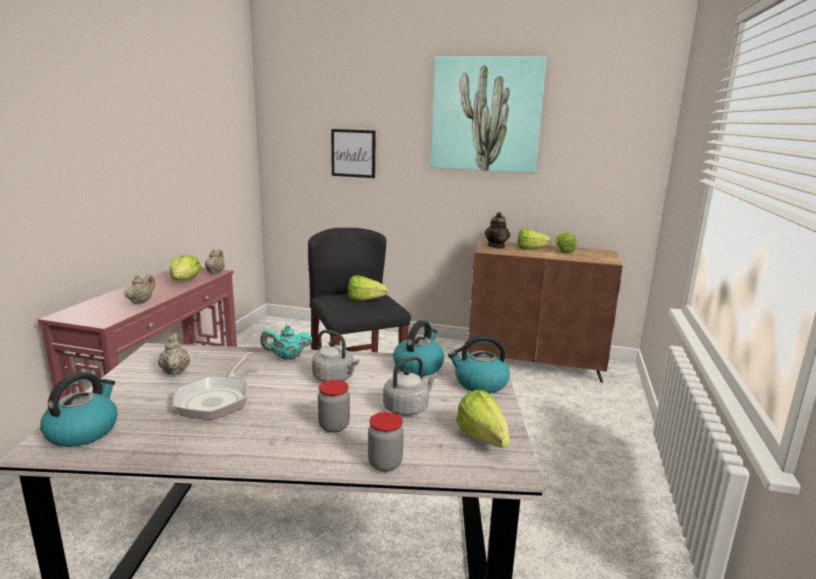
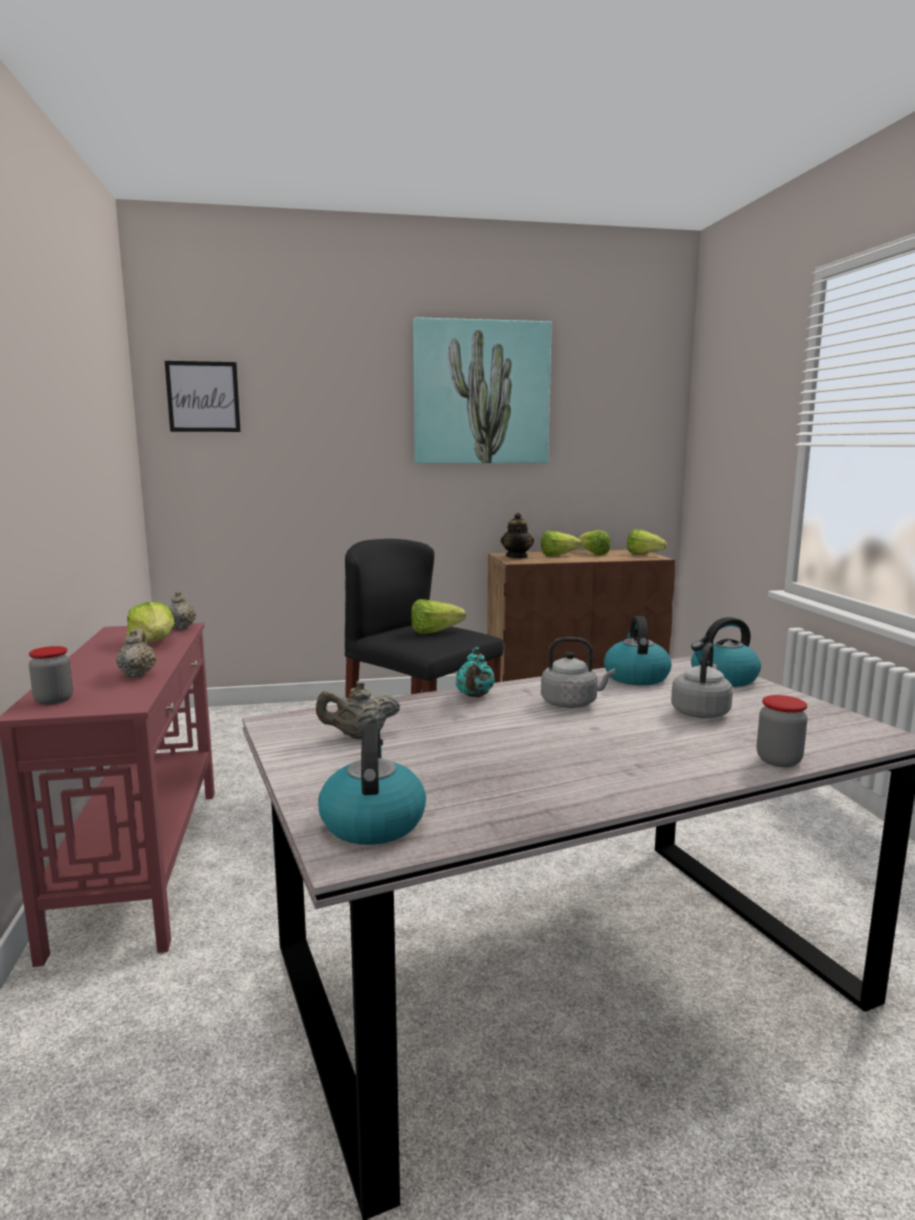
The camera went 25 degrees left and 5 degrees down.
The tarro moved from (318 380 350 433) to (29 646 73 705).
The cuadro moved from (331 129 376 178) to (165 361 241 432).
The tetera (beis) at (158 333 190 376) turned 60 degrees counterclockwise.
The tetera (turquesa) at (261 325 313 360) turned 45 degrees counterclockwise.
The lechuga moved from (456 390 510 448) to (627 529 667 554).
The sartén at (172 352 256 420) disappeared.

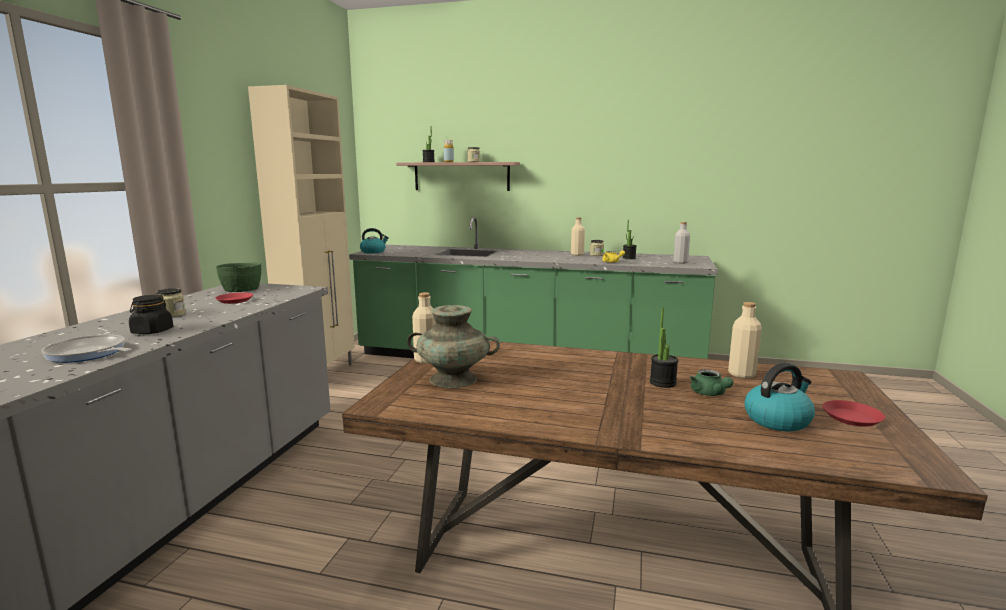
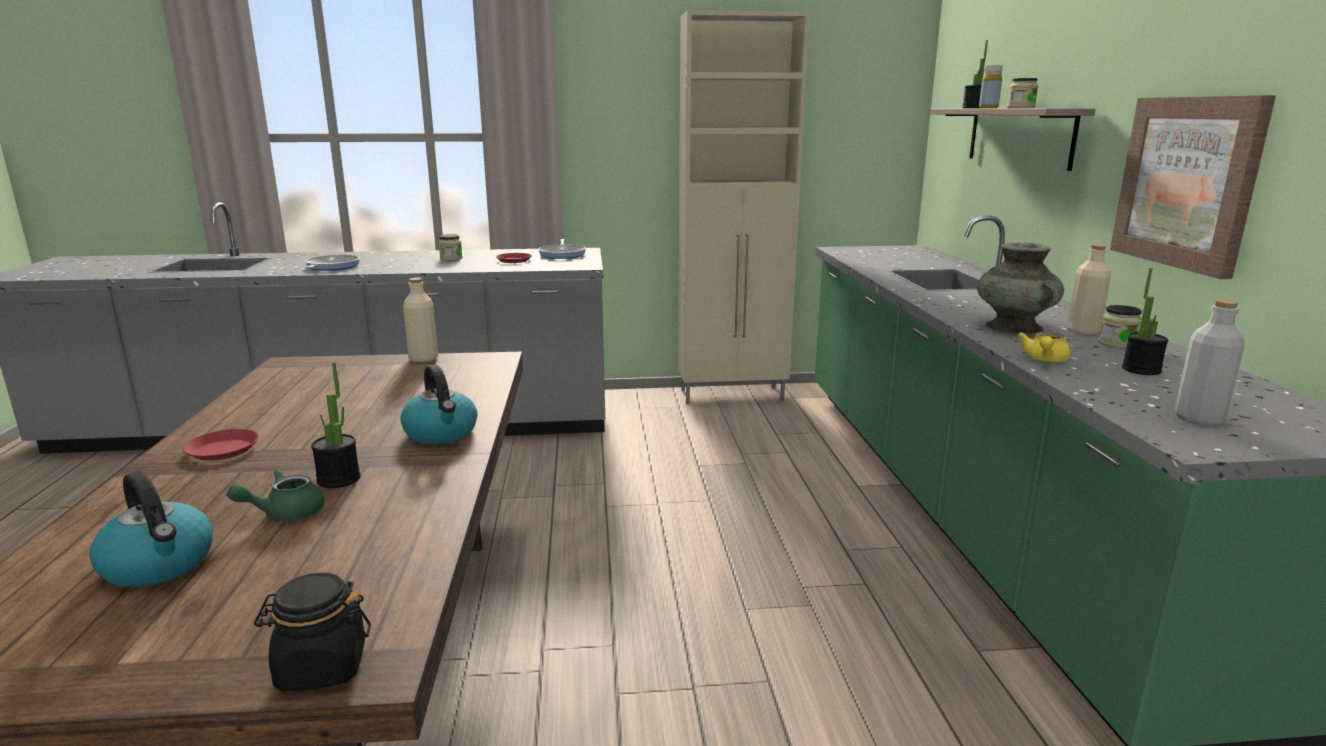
The camera went 70 degrees right and 5 degrees up.
The plato (rojo) moved from (822 400 885 427) to (183 429 259 461).
The tarro (negro) moved from (129 295 173 334) to (254 573 371 692).
The hervidor moved from (360 228 389 253) to (401 365 477 444).
The cuenco (verde) at (216 262 261 292) was replaced by the sartén at (538 239 586 259).
The florero (turquesa) moved from (407 305 500 388) to (977 242 1064 335).
The cuadro at (1110 95 1276 279) appeared.
The botella (beis) at (728 302 762 379) disappeared.

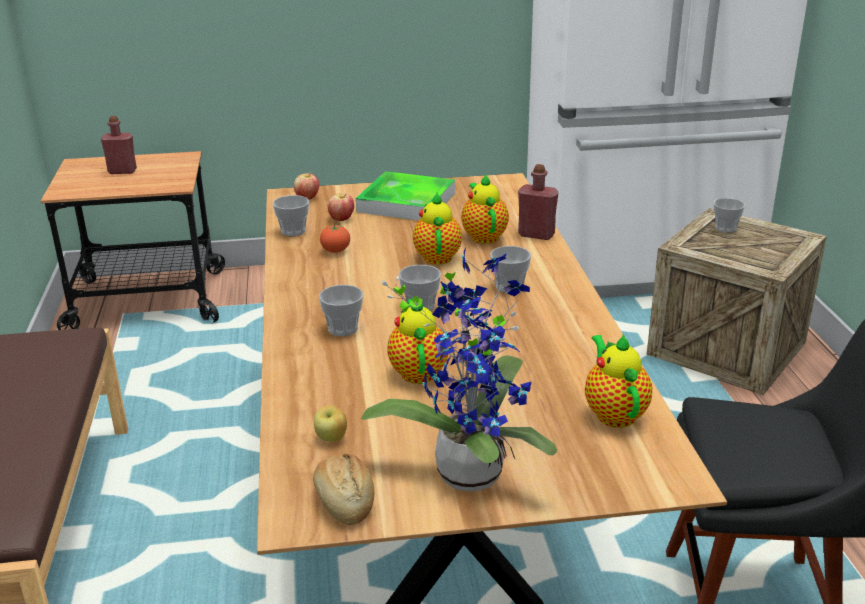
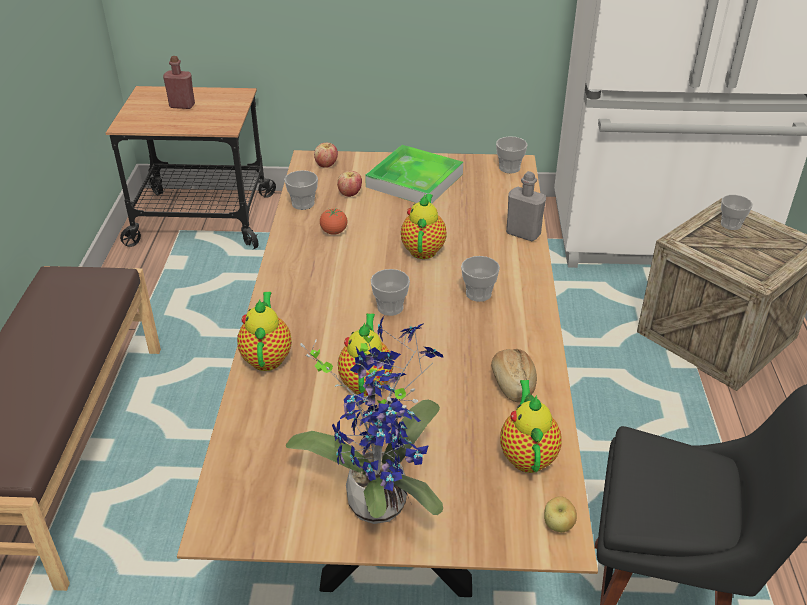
The camera went 10 degrees right and 10 degrees up.
The tetera moved from (461 173 509 244) to (237 292 292 371).
The pan moved from (313 453 375 525) to (491 349 537 402).
The taza moved from (319 285 363 336) to (496 136 527 173).
The botella (rojo) at (518 164 558 240) became the botella (gris) at (506 171 546 241).
The manzana moved from (314 405 347 442) to (544 496 577 532).

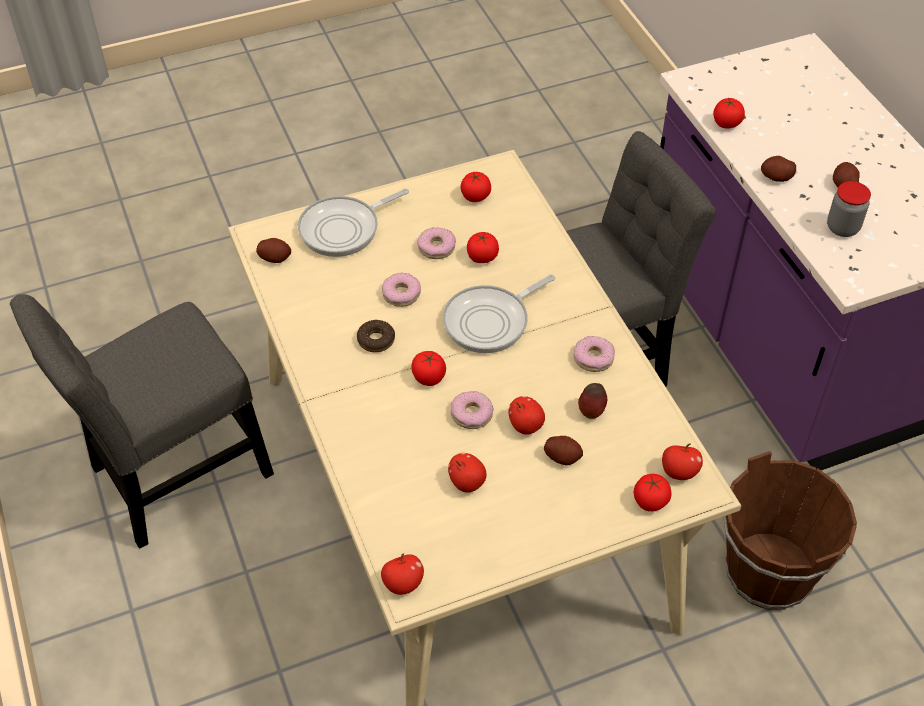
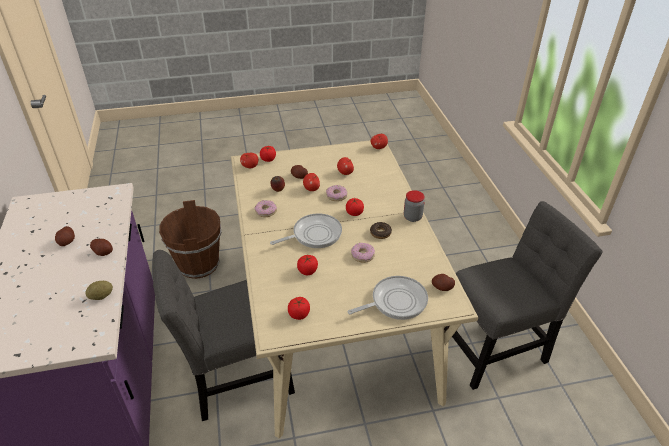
The camera went 170 degrees left and 10 degrees down.
The tomate at (713 98 745 129) was replaced by the patata at (85 281 113 300).
The tarro moved from (827 181 871 237) to (404 190 425 222).
The rosquilla at (417 227 456 259) disappeared.

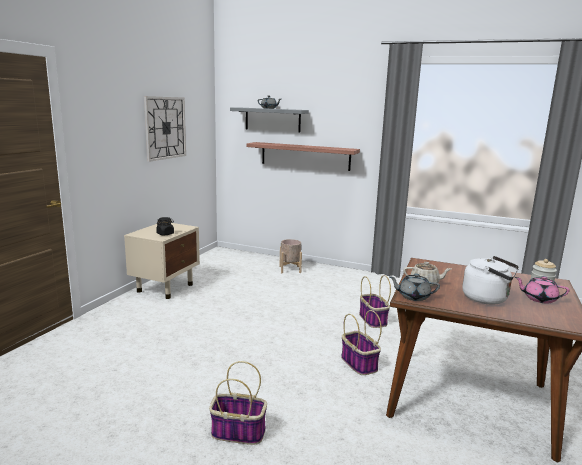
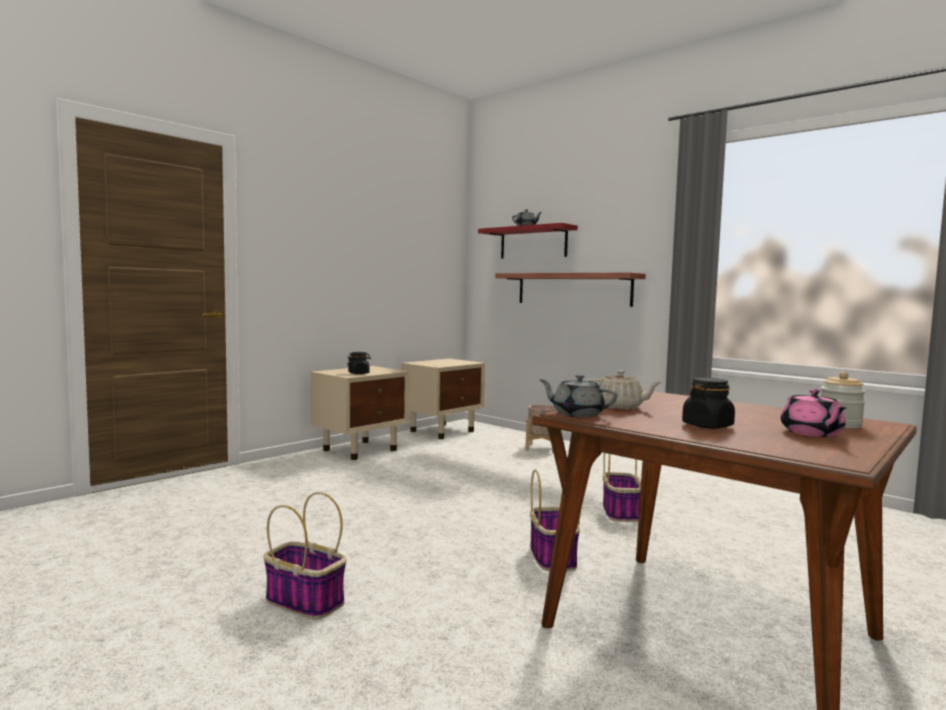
The camera went 20 degrees right and 10 degrees down.
The mesita de noche (beis) at (401 359 485 439) appeared.
The estante (gris) at (230 107 309 132) became the estante (rojo) at (478 223 578 259).
The hervidor (blanco) at (462 256 519 305) was replaced by the tarro (negro) at (682 377 735 429).
The tetera (rosa) at (515 276 569 304) turned 135 degrees counterclockwise.
The reloj de pared at (144 96 186 162) disappeared.

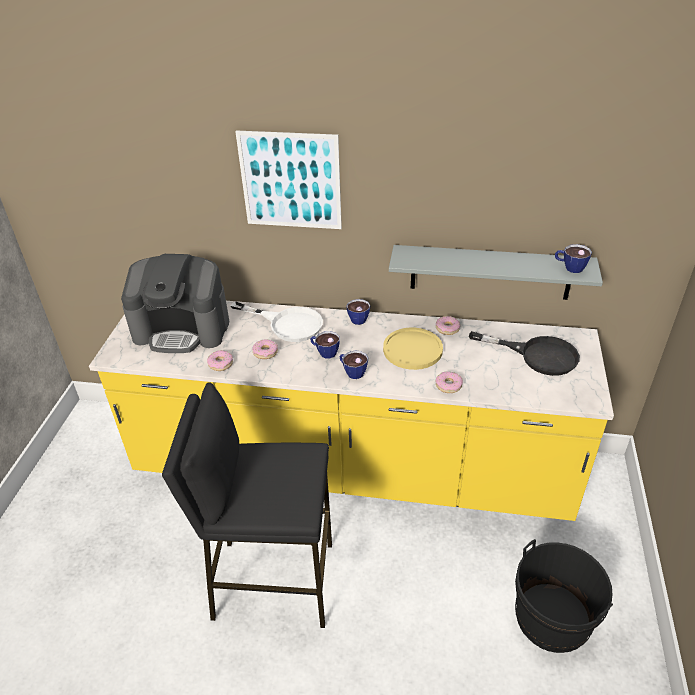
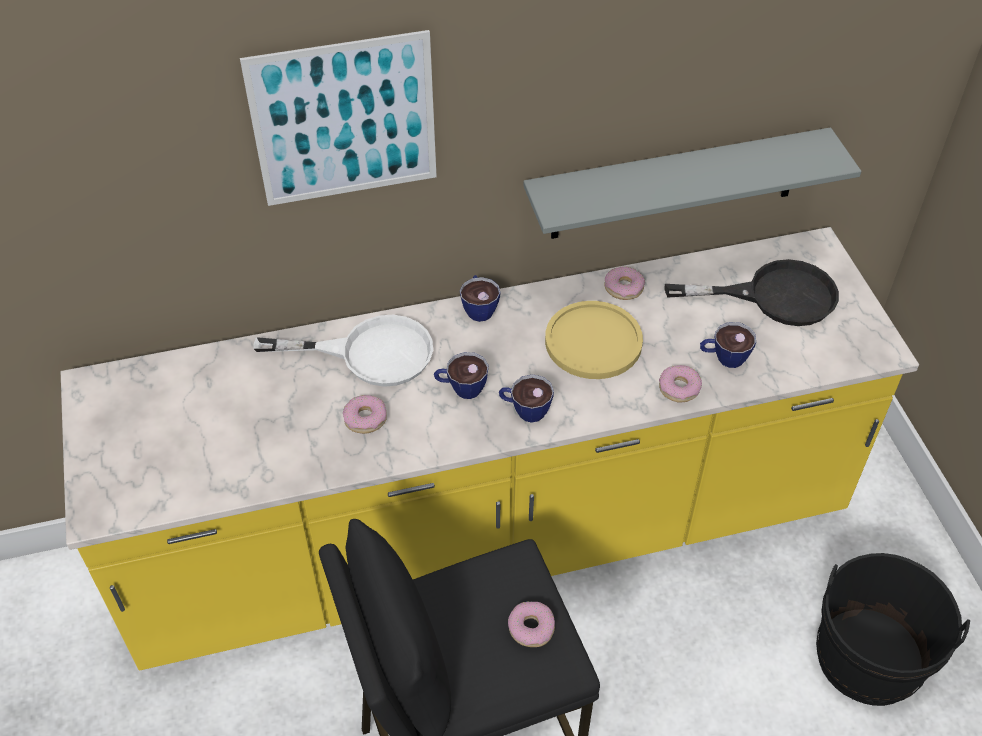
The camera went 25 degrees left and 10 degrees up.
The rosquilla moved from (207 350 233 371) to (508 601 555 647).
The taza moved from (555 244 592 273) to (700 322 756 368).
The cafetera at (121 254 229 353) disappeared.

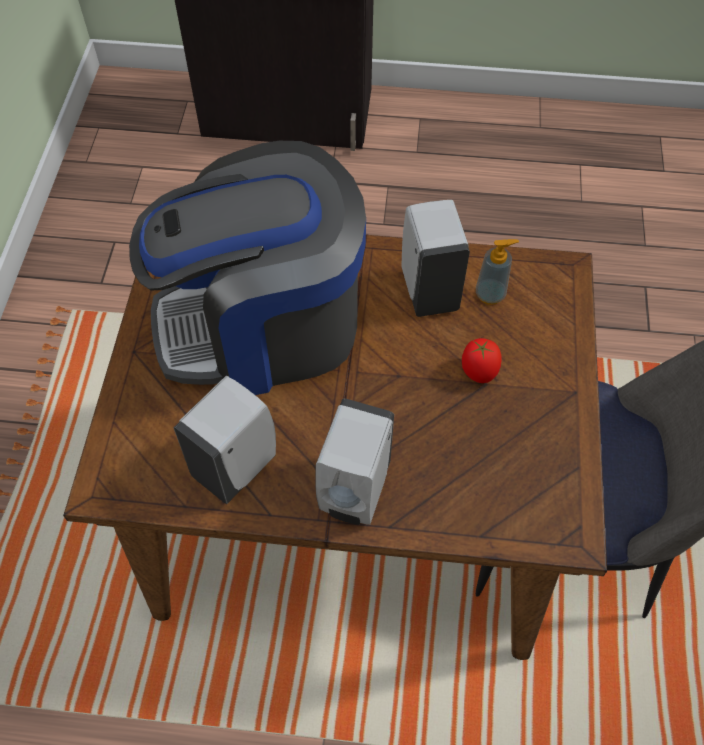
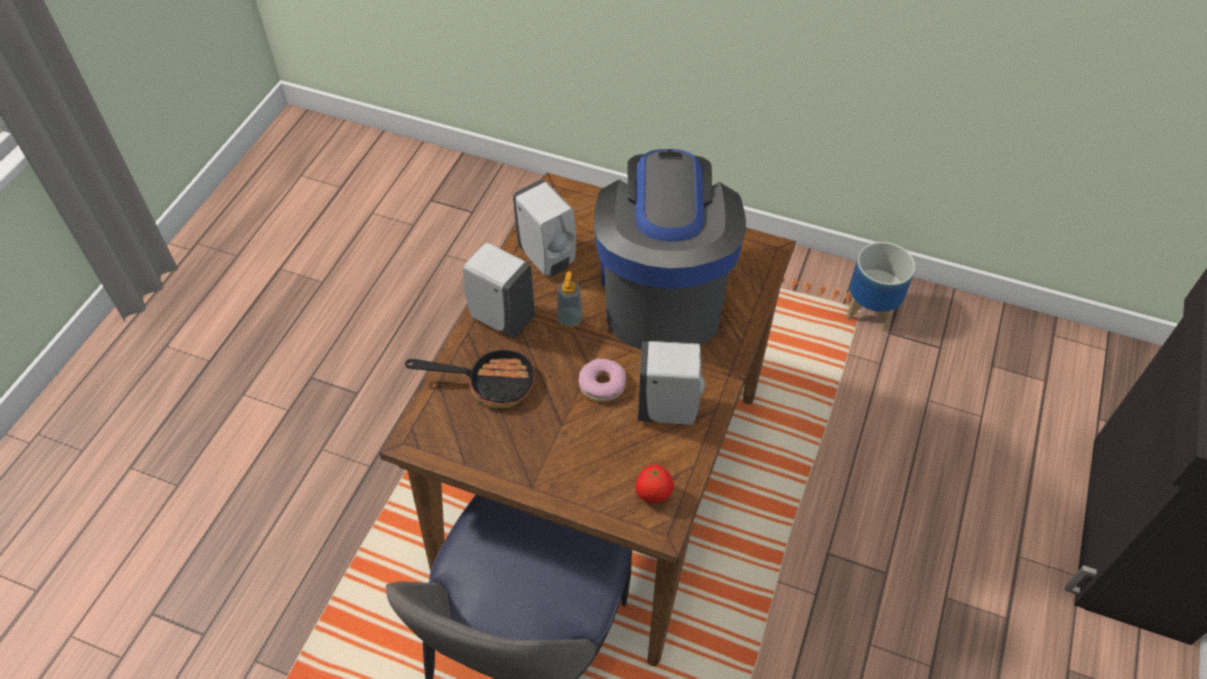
The camera went 105 degrees right and 5 degrees down.
The sartén at (405 347 535 408) appeared.
The dispensador de jabón moved from (476 239 519 305) to (557 271 583 328).
The rosquilla at (578 358 626 402) appeared.
The tomate moved from (462 338 502 383) to (636 465 674 503).
The maceta at (847 242 915 331) appeared.

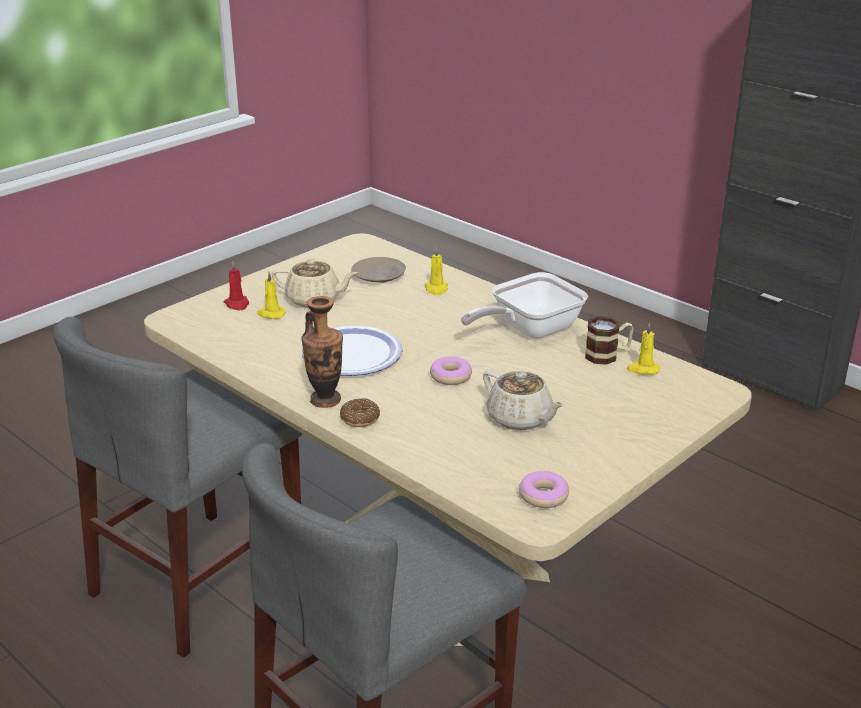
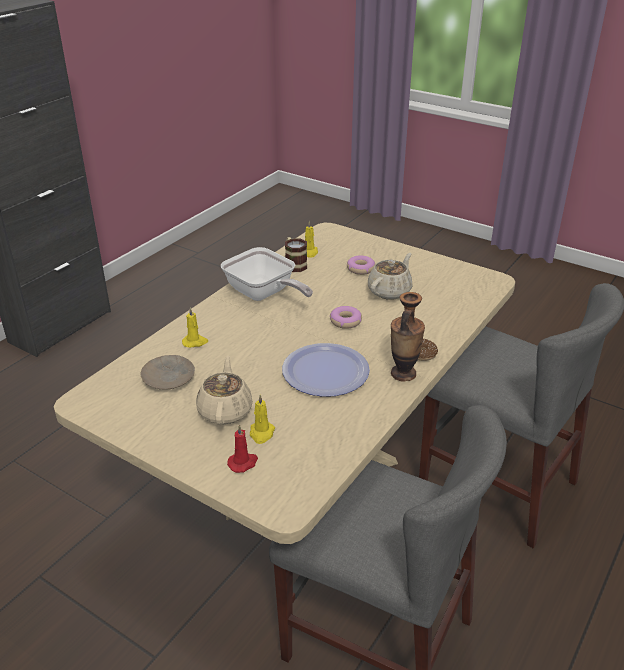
The camera went 100 degrees left and 5 degrees up.
The rosquilla moved from (519 471 569 508) to (347 255 375 275).

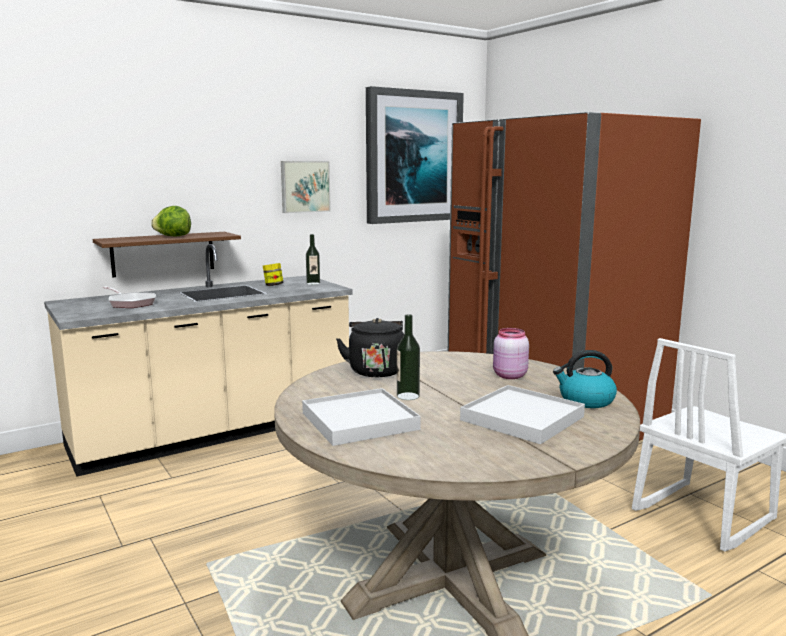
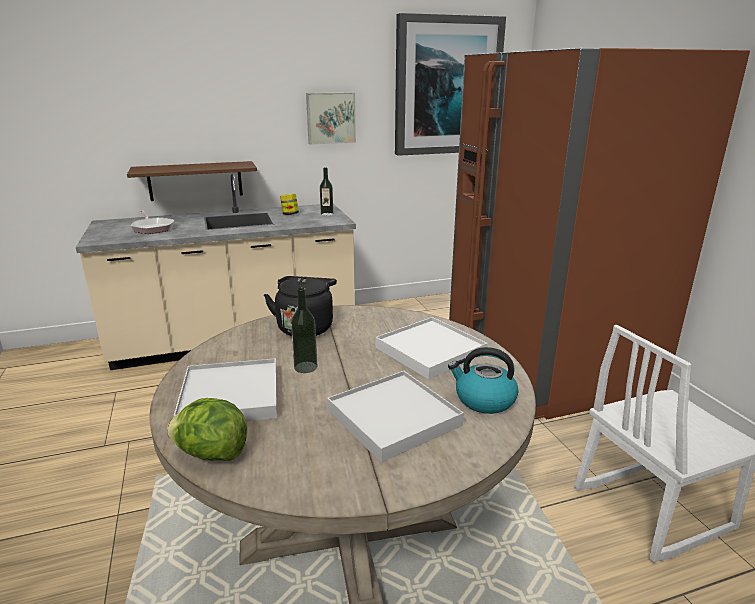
The camera went 15 degrees right and 10 degrees up.
The lechuga moved from (151 206 191 237) to (167 398 247 461).
The tarro (rosa) at (493 328 529 379) was replaced by the bandeja (blanco) at (376 317 487 380).

